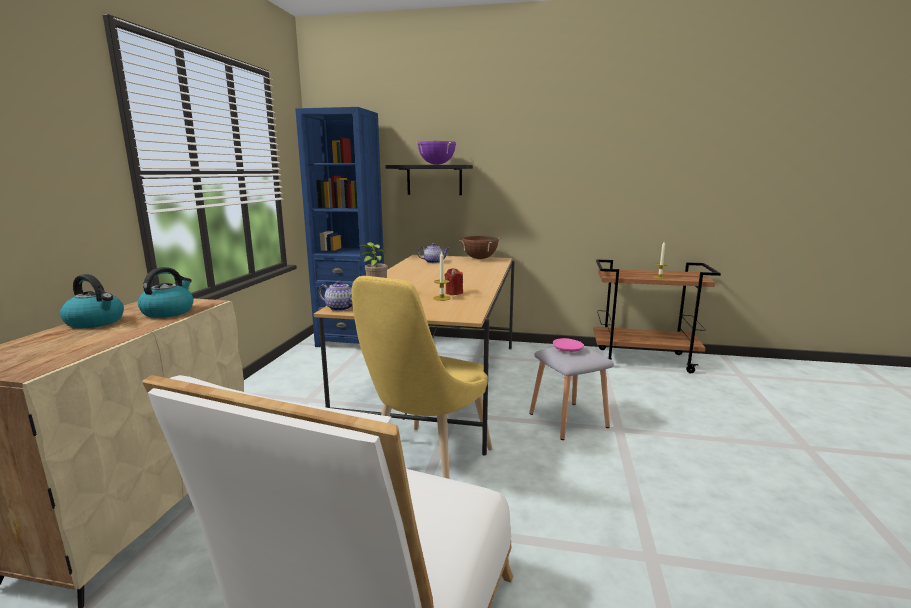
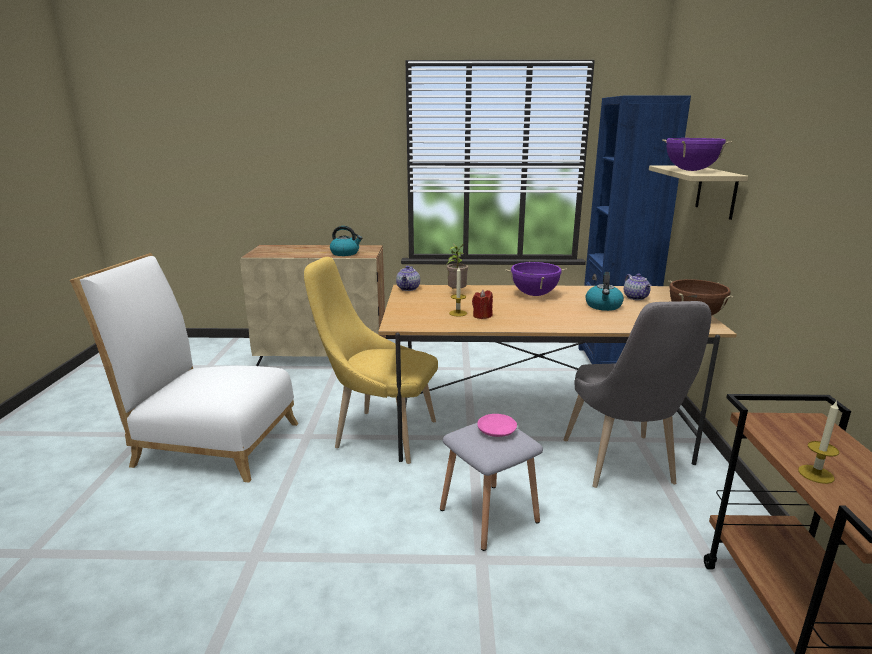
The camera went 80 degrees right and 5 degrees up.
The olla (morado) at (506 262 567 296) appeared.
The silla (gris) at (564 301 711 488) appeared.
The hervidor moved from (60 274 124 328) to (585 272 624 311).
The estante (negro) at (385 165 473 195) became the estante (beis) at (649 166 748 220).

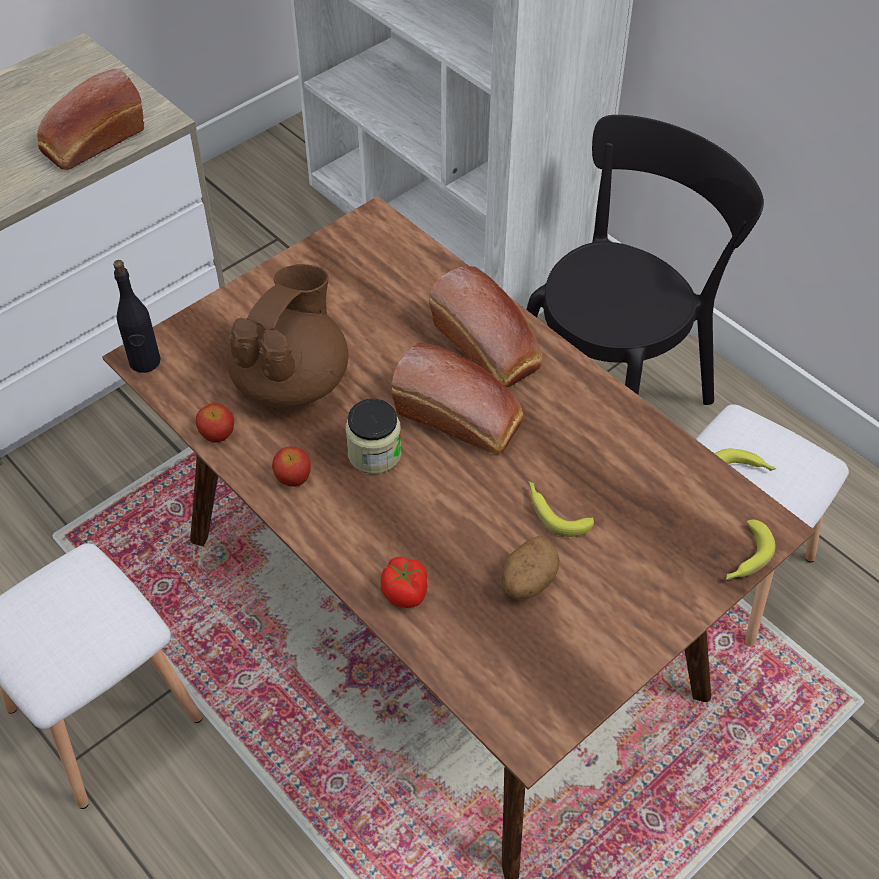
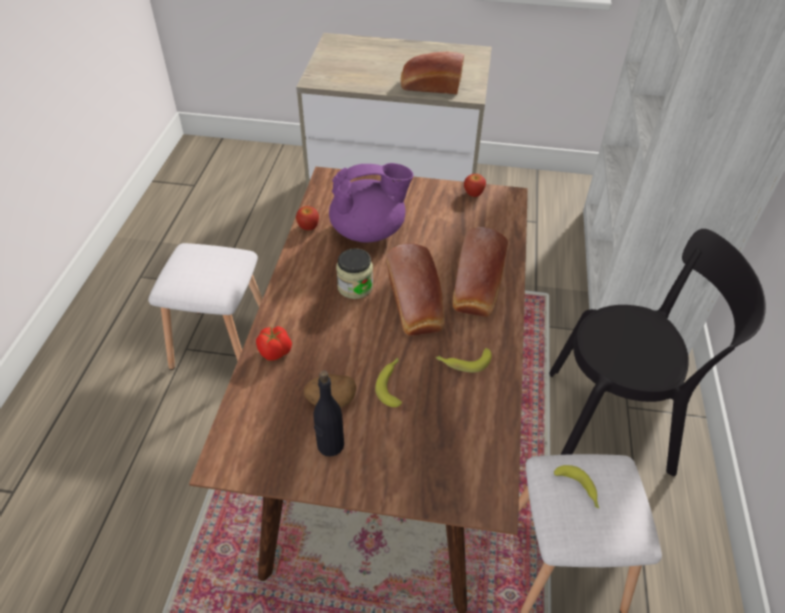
The camera went 50 degrees right and 5 degrees down.
The botella (negro) moved from (113 260 161 373) to (313 370 344 457).
The tetera (marrón) at (227 264 348 408) became the tetera (morado) at (329 163 413 243).
The plátano moved from (726 520 776 580) to (436 348 492 372).
The manzana moved from (272 446 311 487) to (464 174 486 197).

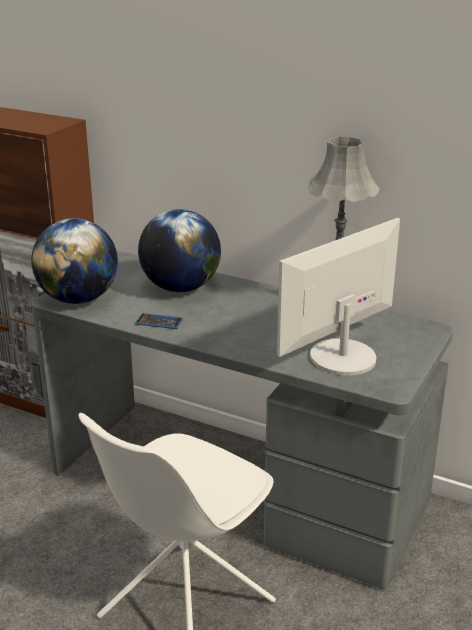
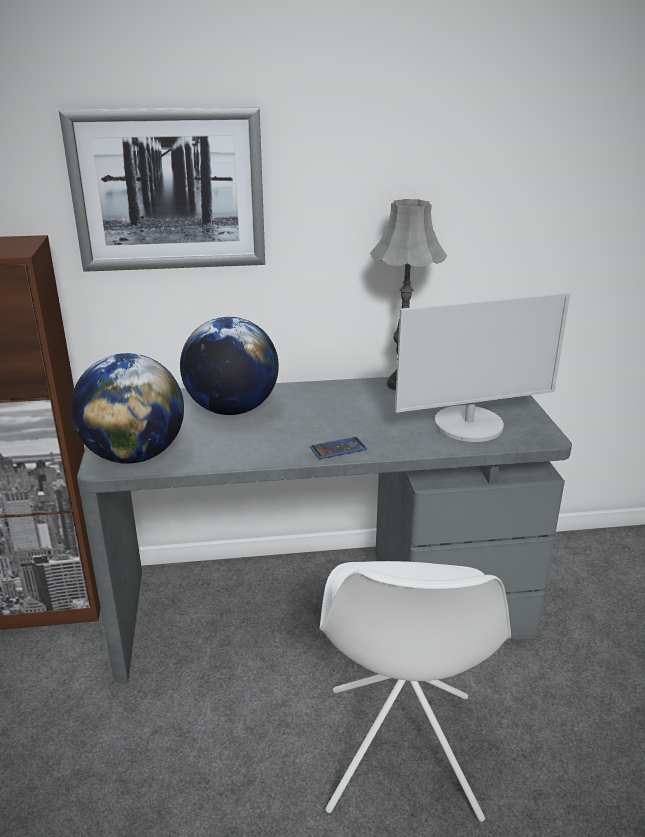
The camera went 35 degrees left and 0 degrees up.
The cuadro at (59 107 265 272) appeared.
The móvil moved from (135 313 183 329) to (310 437 367 459).
The monitor at (277 218 400 376) turned 120 degrees counterclockwise.

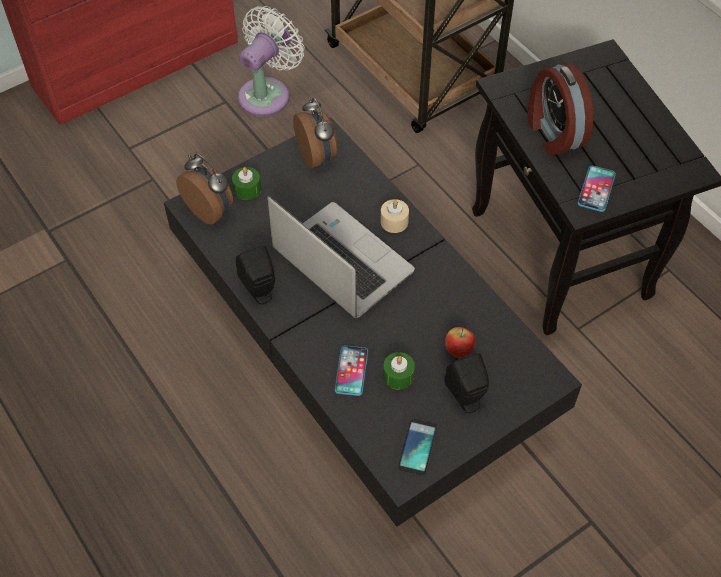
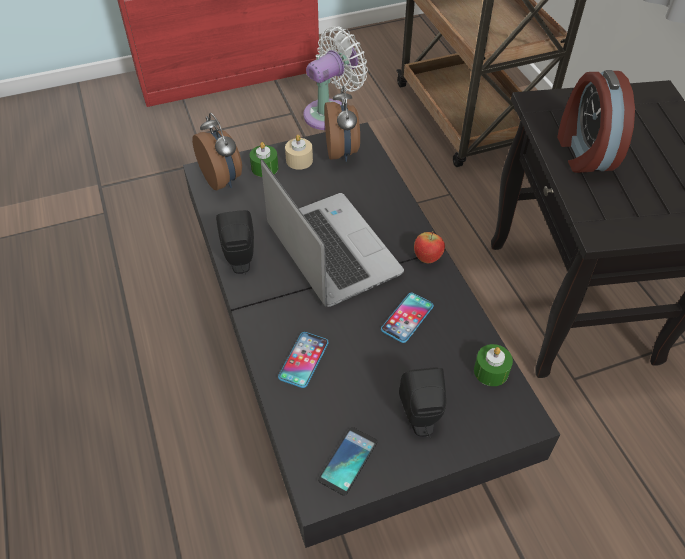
The camera went 15 degrees right and 5 degrees down.
The vela (beis) moved from (381 199 409 233) to (285 135 313 170).
The móvil moved from (578 166 616 212) to (381 293 434 343).
The manzana moved from (445 327 476 358) to (414 231 445 263).
The vela (verde) moved from (383 352 415 389) to (474 344 513 386).

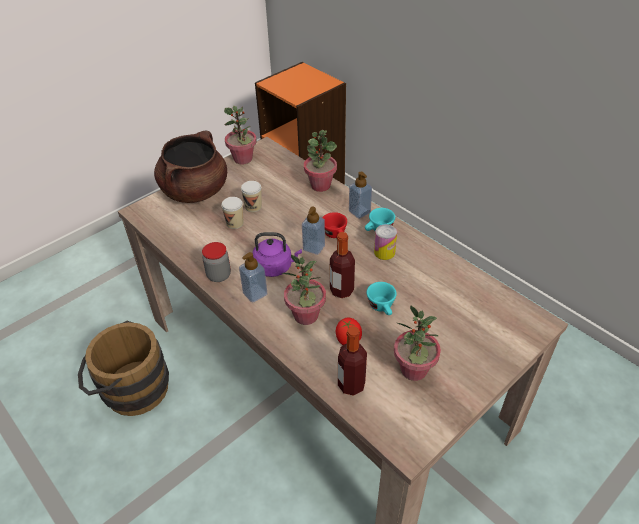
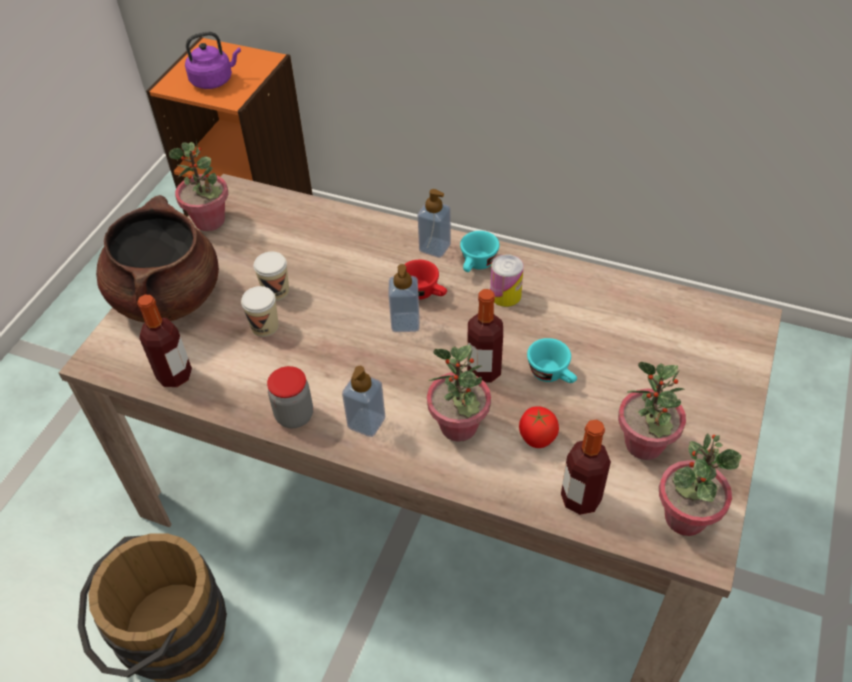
The camera went 25 degrees left and 5 degrees up.
The botella at (137 295 192 387) appeared.
The hervidor (morado) moved from (252 232 302 277) to (185 32 241 89).
The planta en maceta moved from (304 130 337 192) to (659 433 741 536).

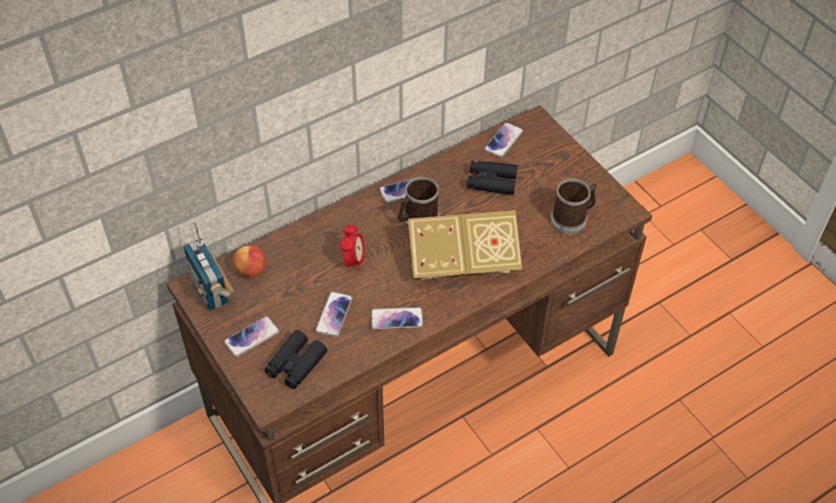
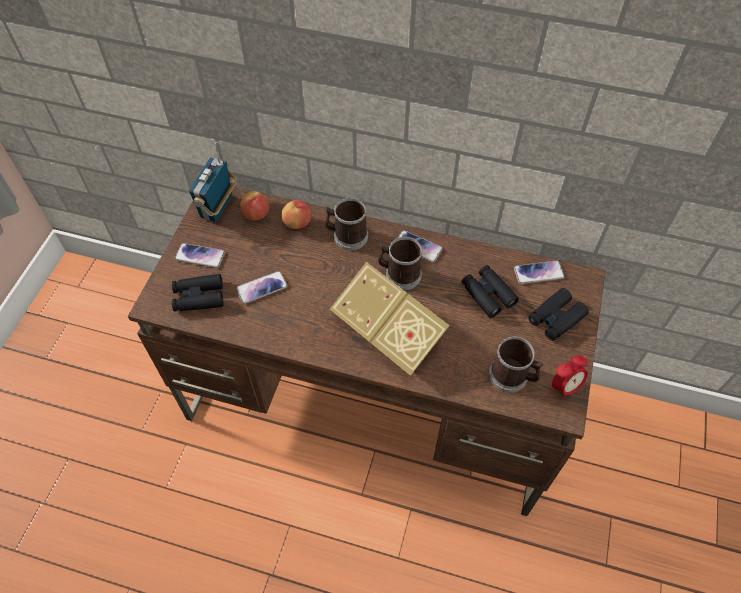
The camera went 50 degrees right and 5 degrees up.
The manzana at (281 200 312 229) appeared.
The taza grande at (325 198 368 251) appeared.
The prismáticos (negro) at (528 288 589 341) appeared.
The despertador moved from (340 225 365 271) to (552 355 588 400).
The móvil at (371 307 423 329) disappeared.

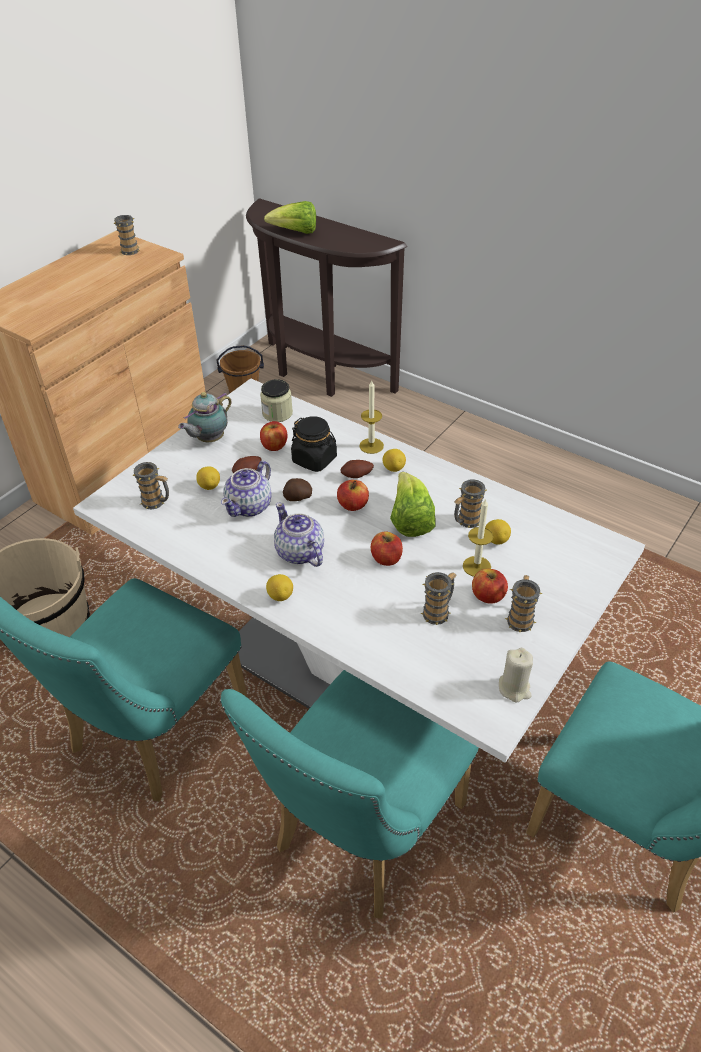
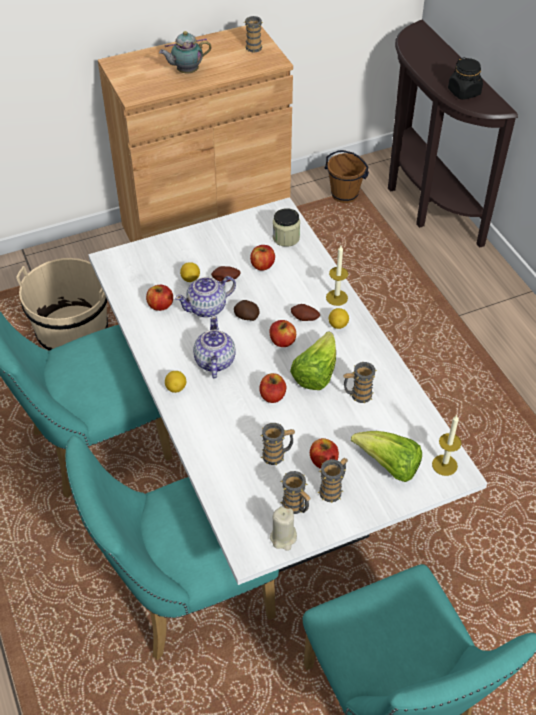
The camera went 30 degrees right and 5 degrees up.
The manzana at (146 285 173 311) appeared.
The tetera moved from (178 392 232 442) to (159 31 212 73).
The taza grande moved from (132 462 169 509) to (280 471 311 514).
The lechuga moved from (264 201 316 234) to (351 431 422 482).
The vela moved from (463 498 493 577) to (432 415 461 476).
The tarro (negro) moved from (291 416 337 472) to (448 57 483 100).
The limón at (485 519 511 545) disappeared.

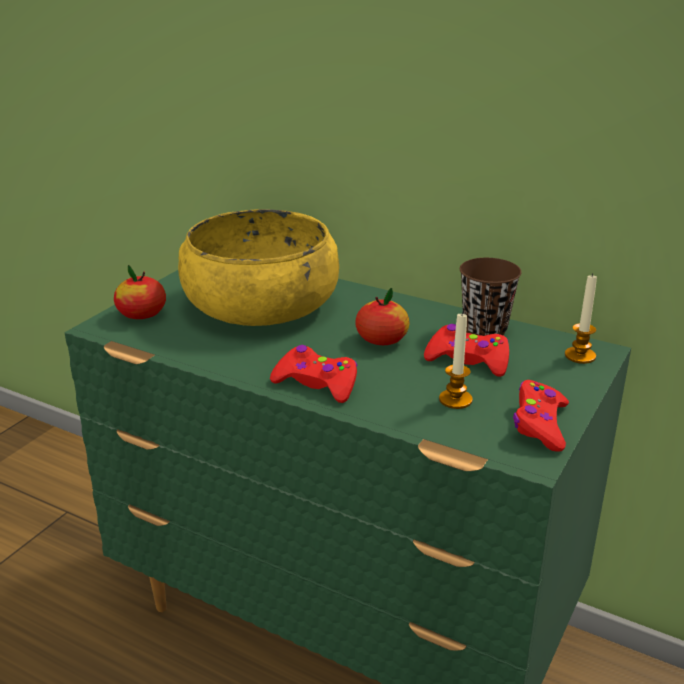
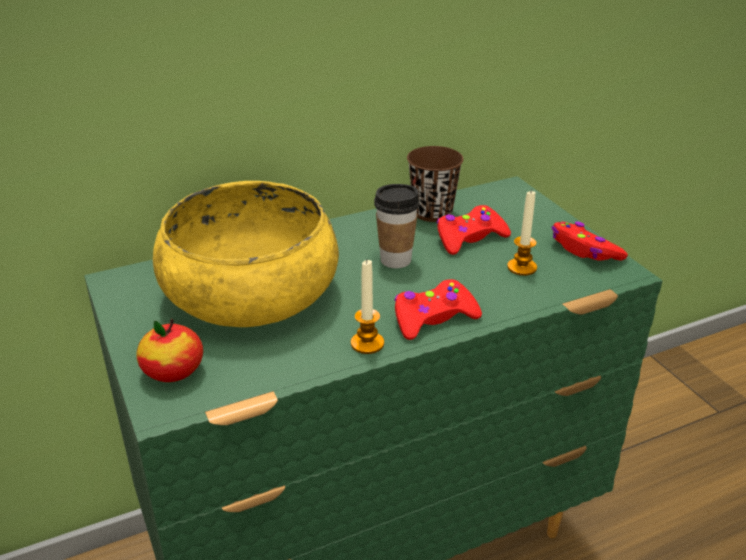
The camera went 55 degrees left and 5 degrees up.
The vela moved from (565 273 597 364) to (351 260 384 354).
The manzana at (355 288 409 345) was replaced by the taza at (374 184 420 268).

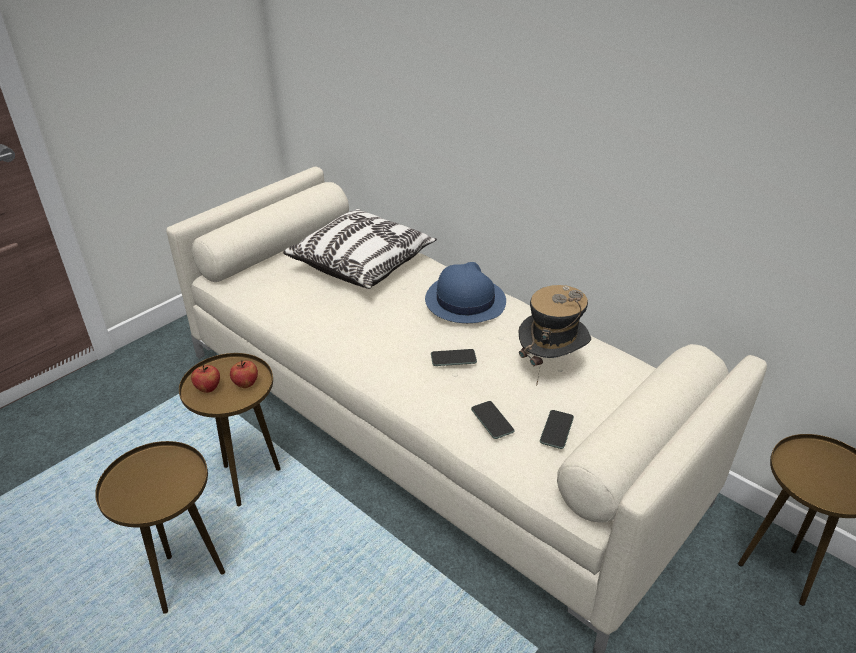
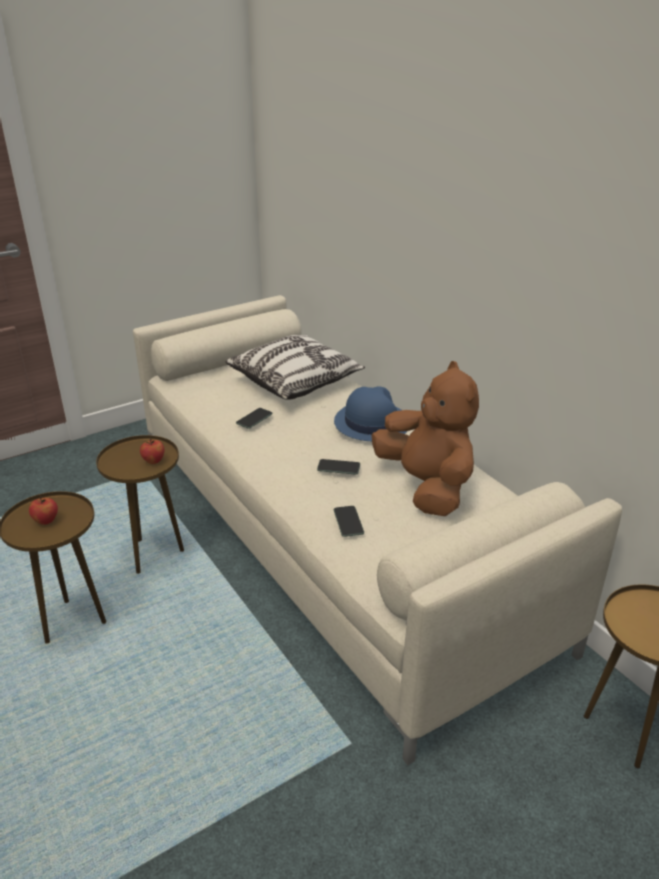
The camera went 15 degrees right and 5 degrees down.
The manzana moved from (191 365 220 393) to (29 496 58 525).
The móvil moved from (540 410 574 449) to (236 408 273 429).
The sombrero at (518 285 591 384) was replaced by the peluche (marrón) at (371 361 479 516).

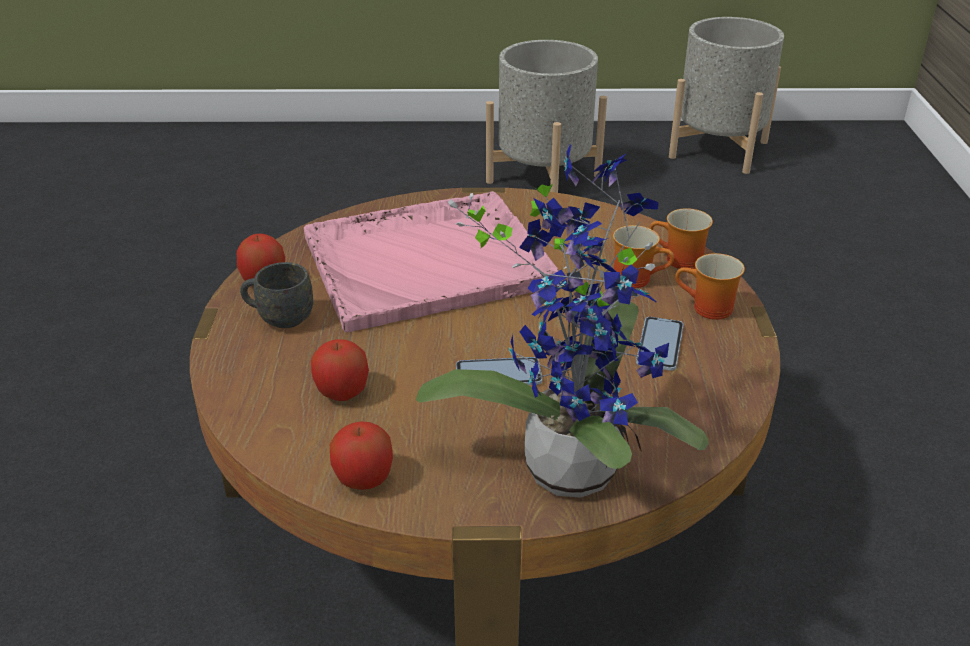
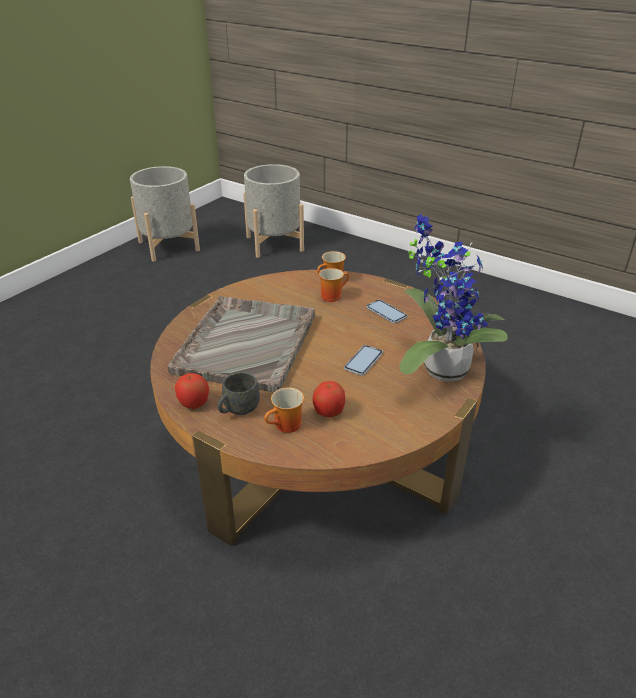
The camera went 55 degrees left and 0 degrees up.
The bandeja (rosa) at (304 191 559 332) became the bandeja (gris) at (168 296 315 393).
The maceta (gris) moved from (486 40 607 193) to (243 164 304 258).
The taza grande moved from (675 253 745 320) to (264 387 304 433).
The manzana at (330 421 393 490) disappeared.

